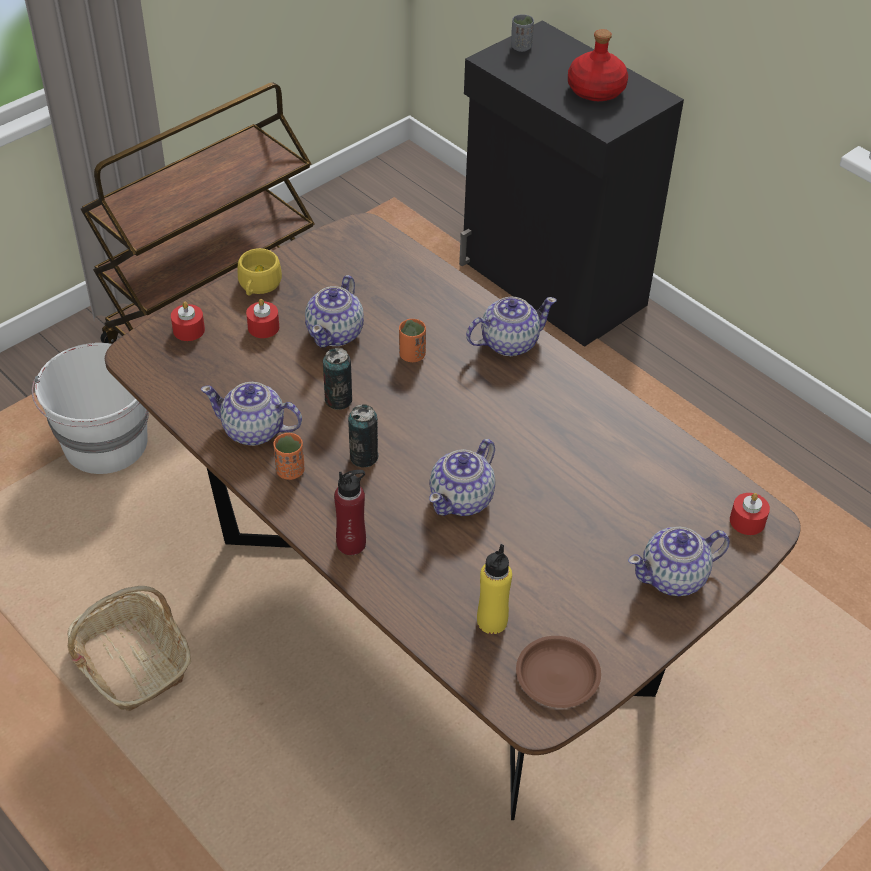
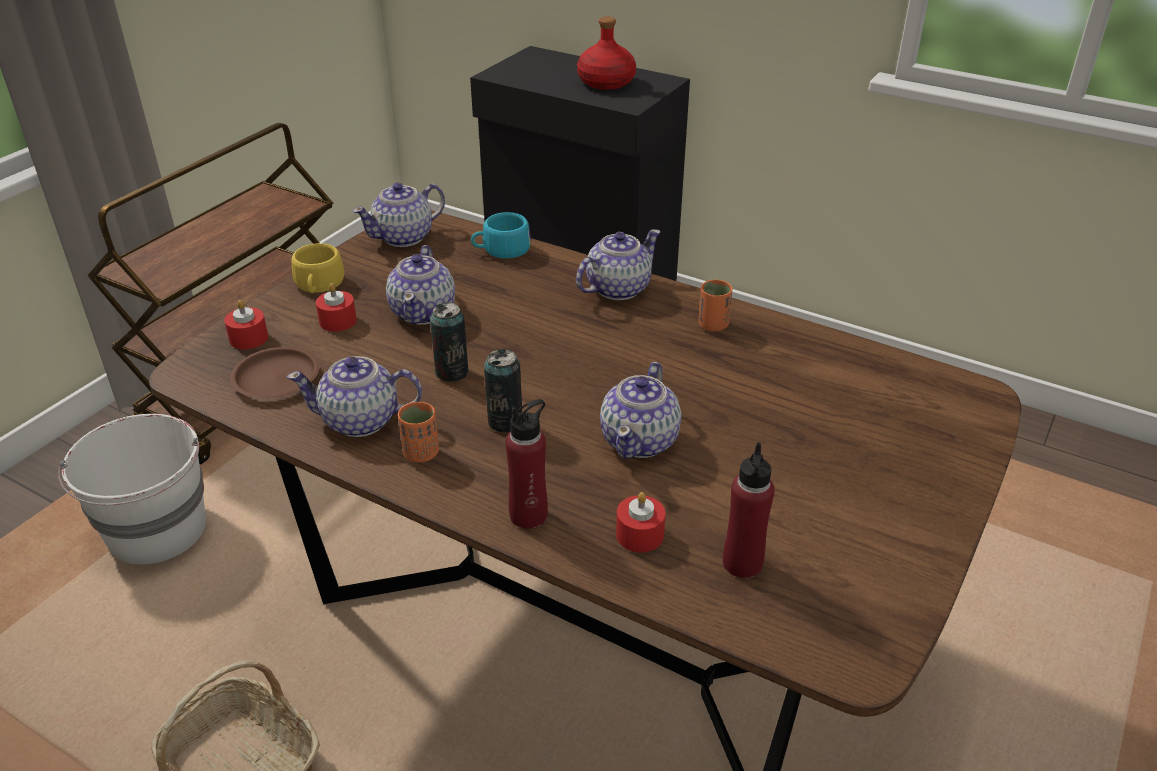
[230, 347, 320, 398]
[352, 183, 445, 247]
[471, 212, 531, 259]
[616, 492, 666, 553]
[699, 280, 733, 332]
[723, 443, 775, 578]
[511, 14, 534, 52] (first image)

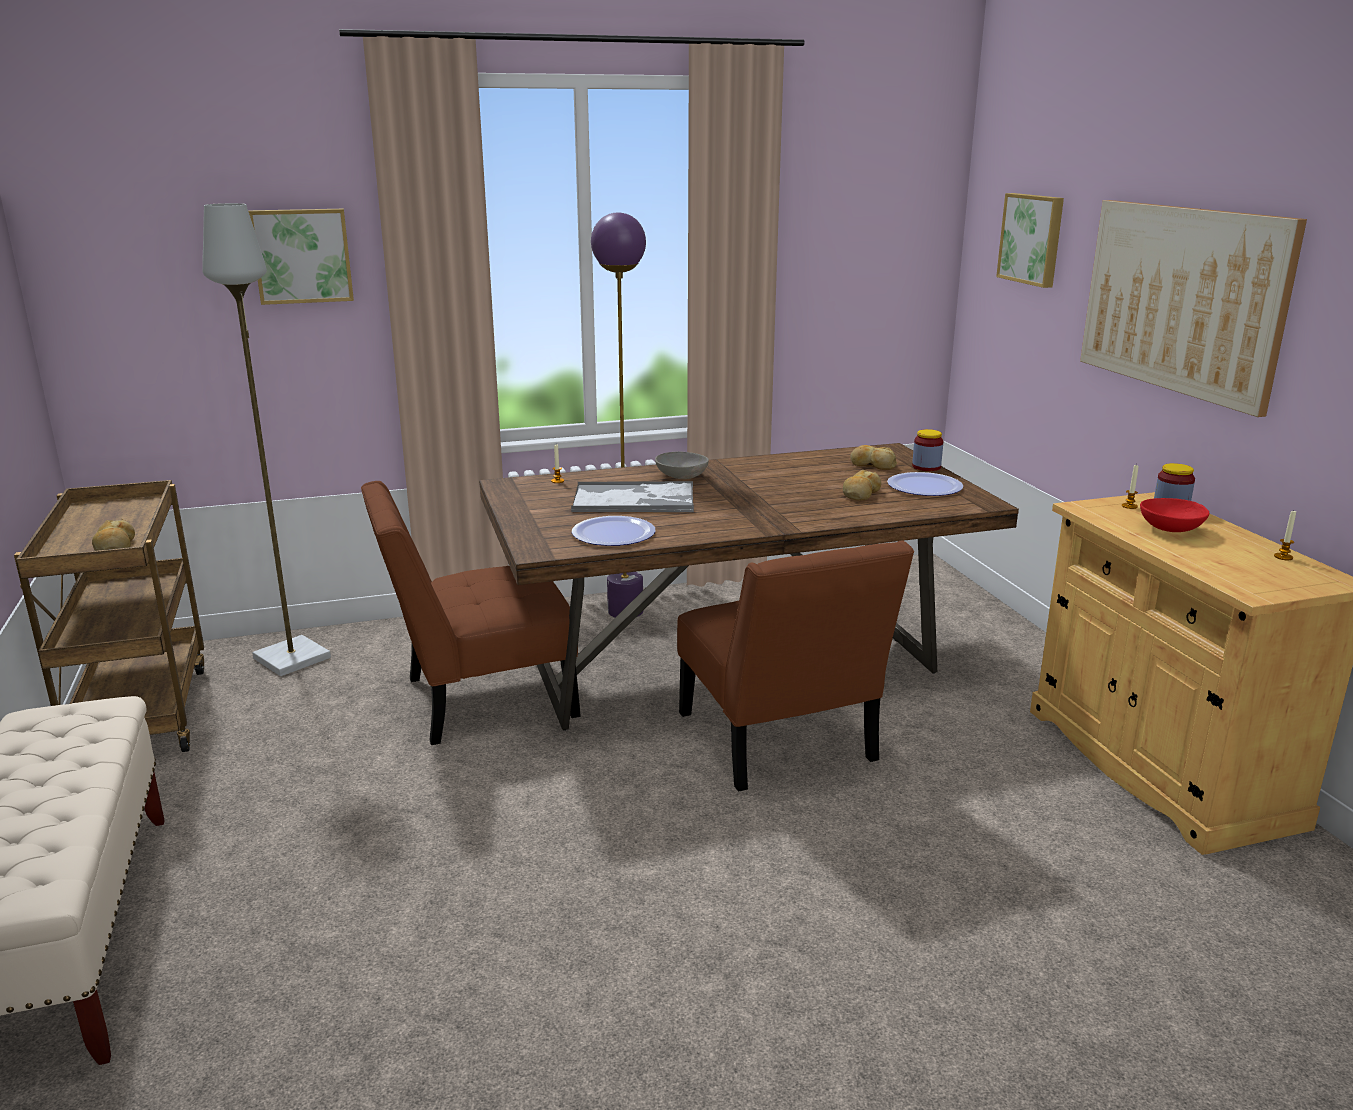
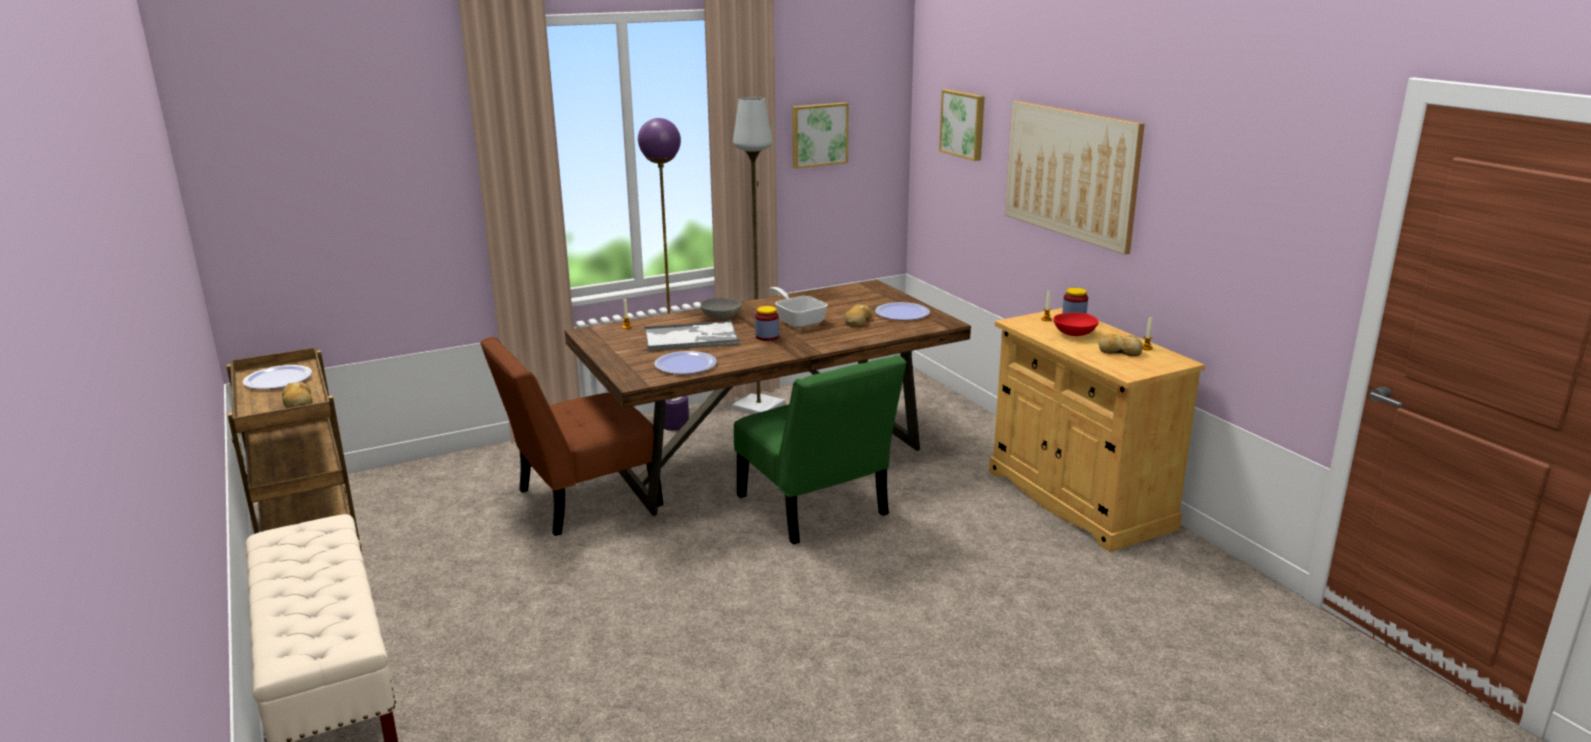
[243, 365, 312, 389]
[732, 97, 785, 414]
[734, 355, 907, 545]
[755, 306, 779, 341]
[769, 287, 828, 328]
[792, 102, 849, 169]
[1099, 334, 1143, 356]

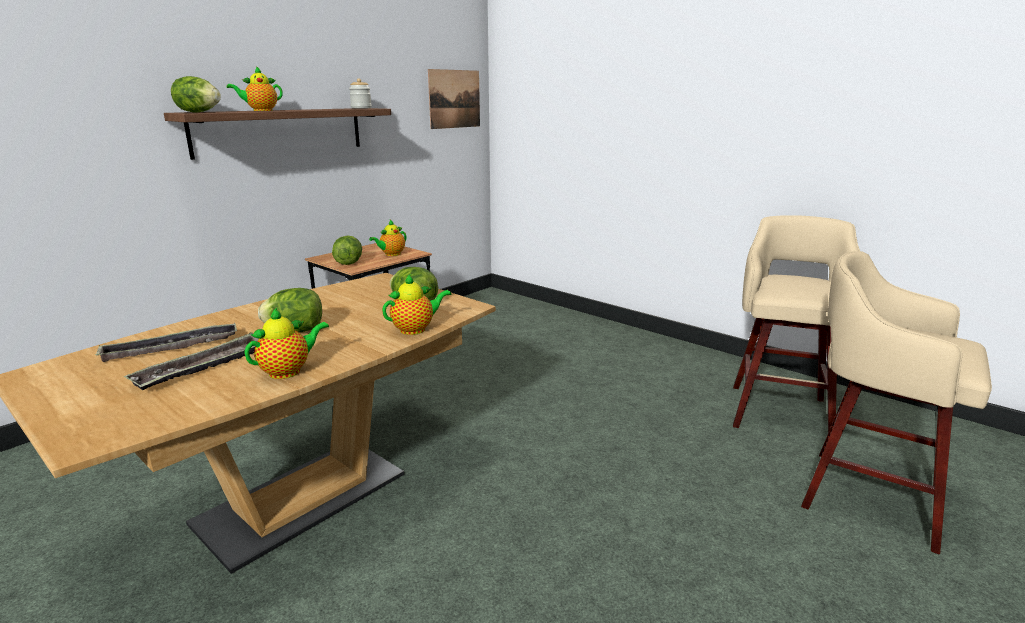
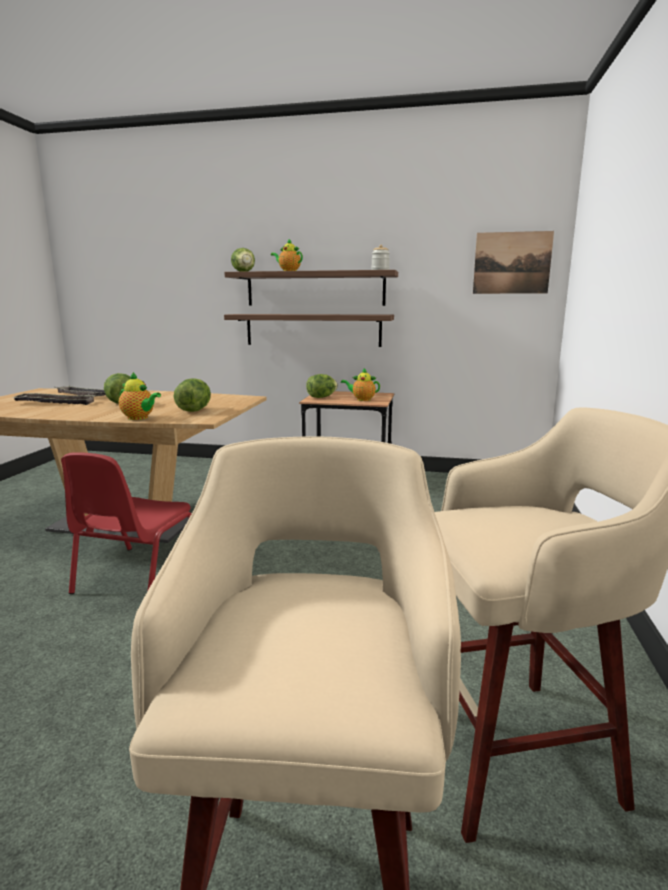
[61, 452, 192, 594]
[224, 314, 394, 347]
[244, 308, 329, 379] (first image)

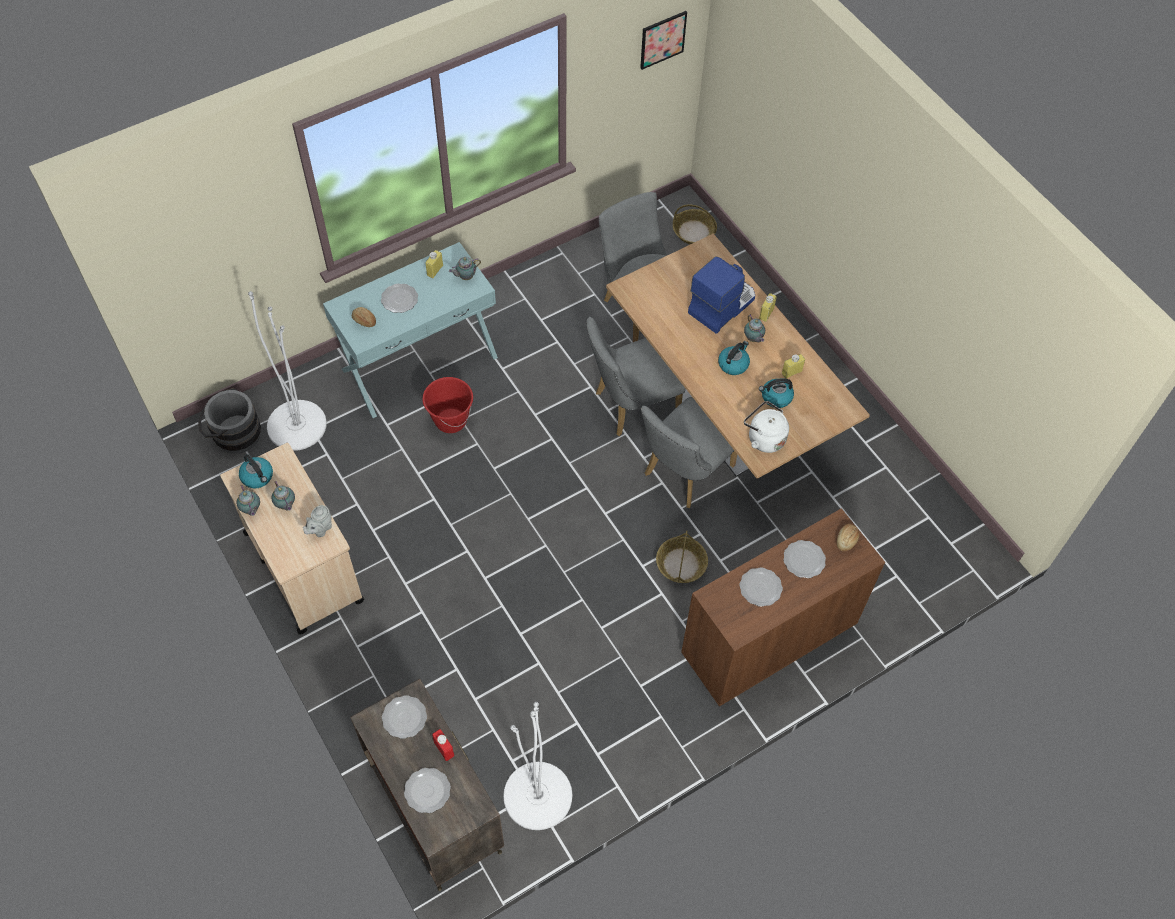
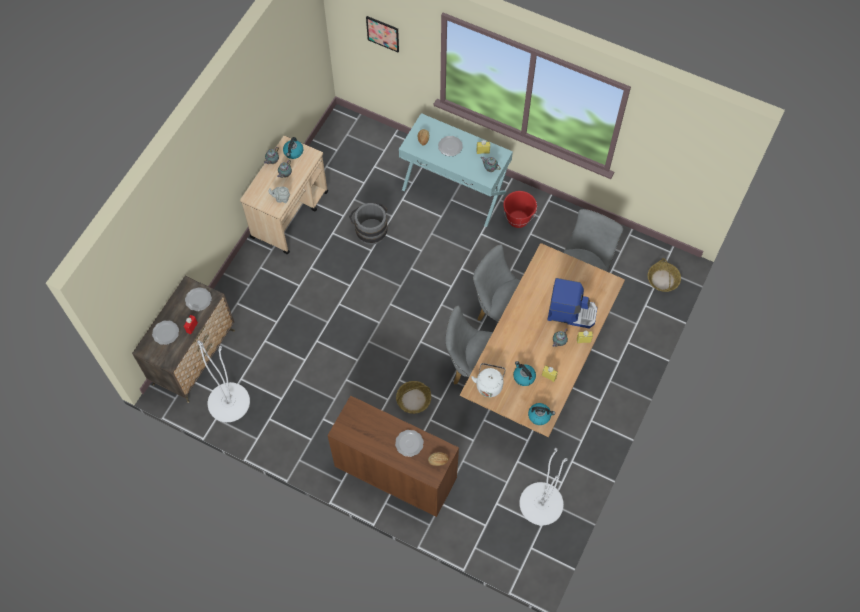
[349, 203, 388, 245]
[366, 16, 399, 52]
[503, 191, 537, 228]
[519, 448, 568, 525]
[528, 403, 555, 425]
[739, 567, 783, 607] (first image)

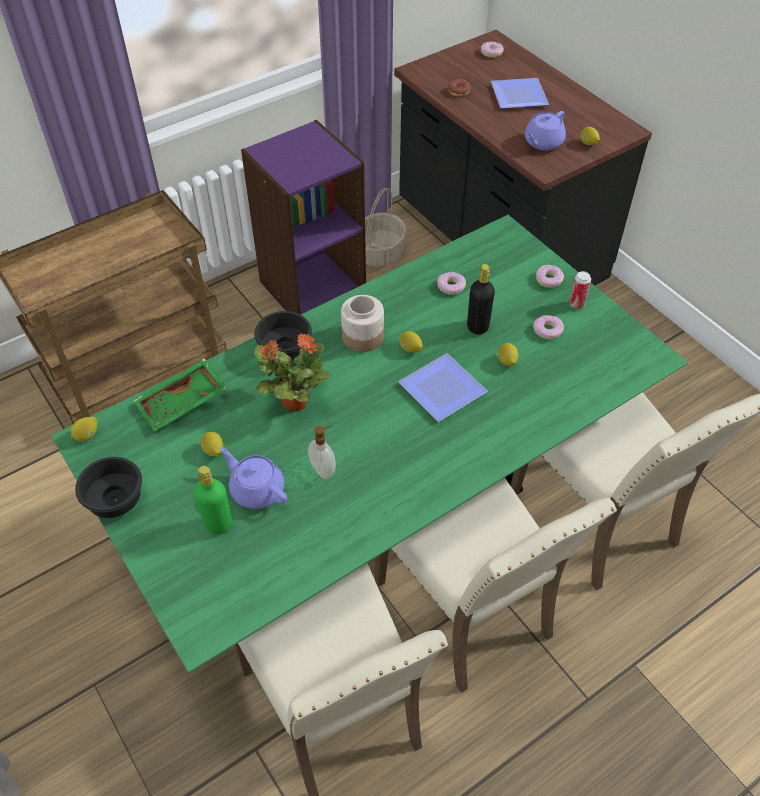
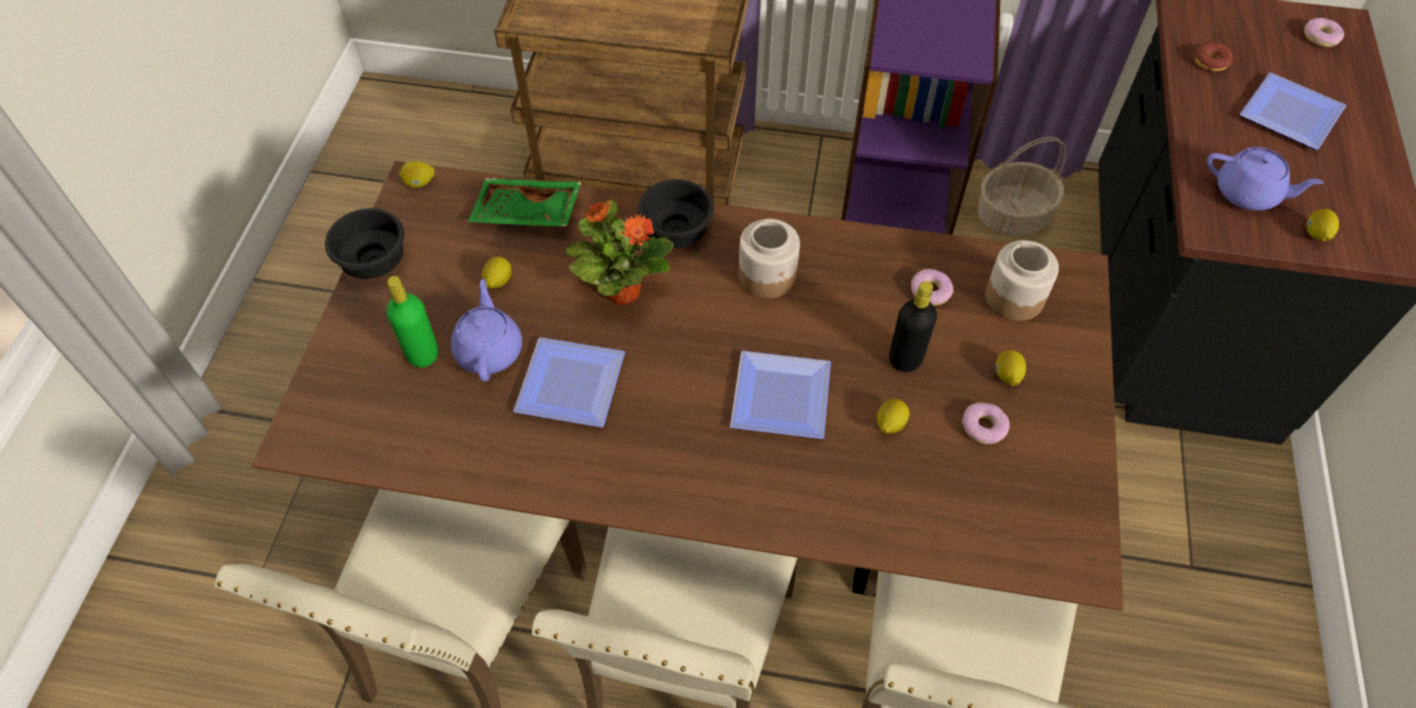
[251, 161, 1123, 611]
[513, 337, 625, 427]
[985, 240, 1059, 321]
[996, 350, 1026, 386]
[1207, 147, 1324, 211]
[536, 265, 564, 288] (first image)
[569, 271, 591, 309] (first image)

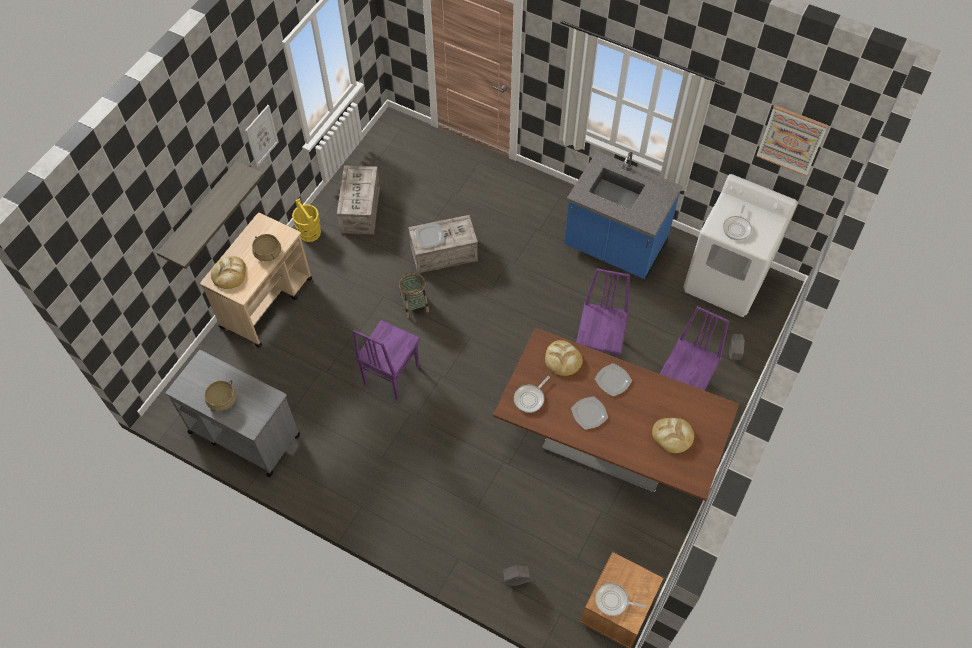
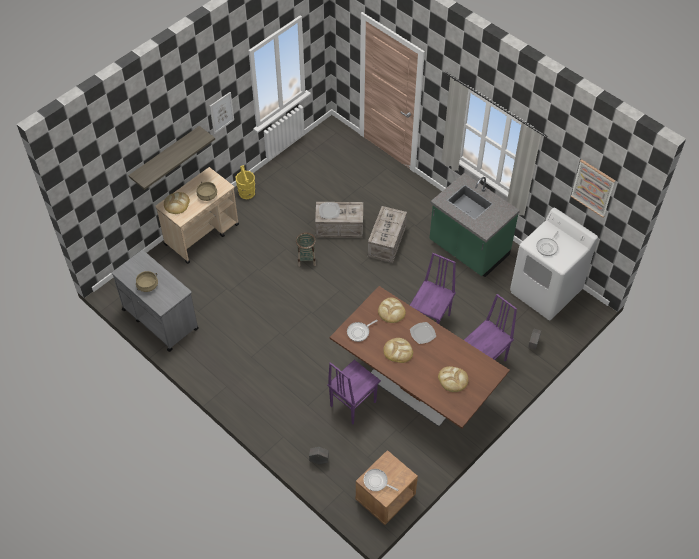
[327, 360, 381, 425]
[368, 206, 407, 263]
[383, 338, 413, 363]
[429, 173, 520, 277]

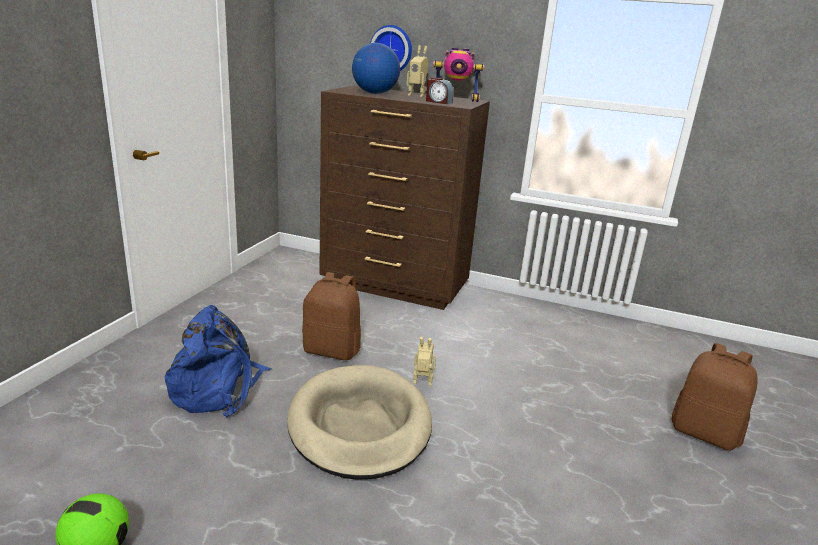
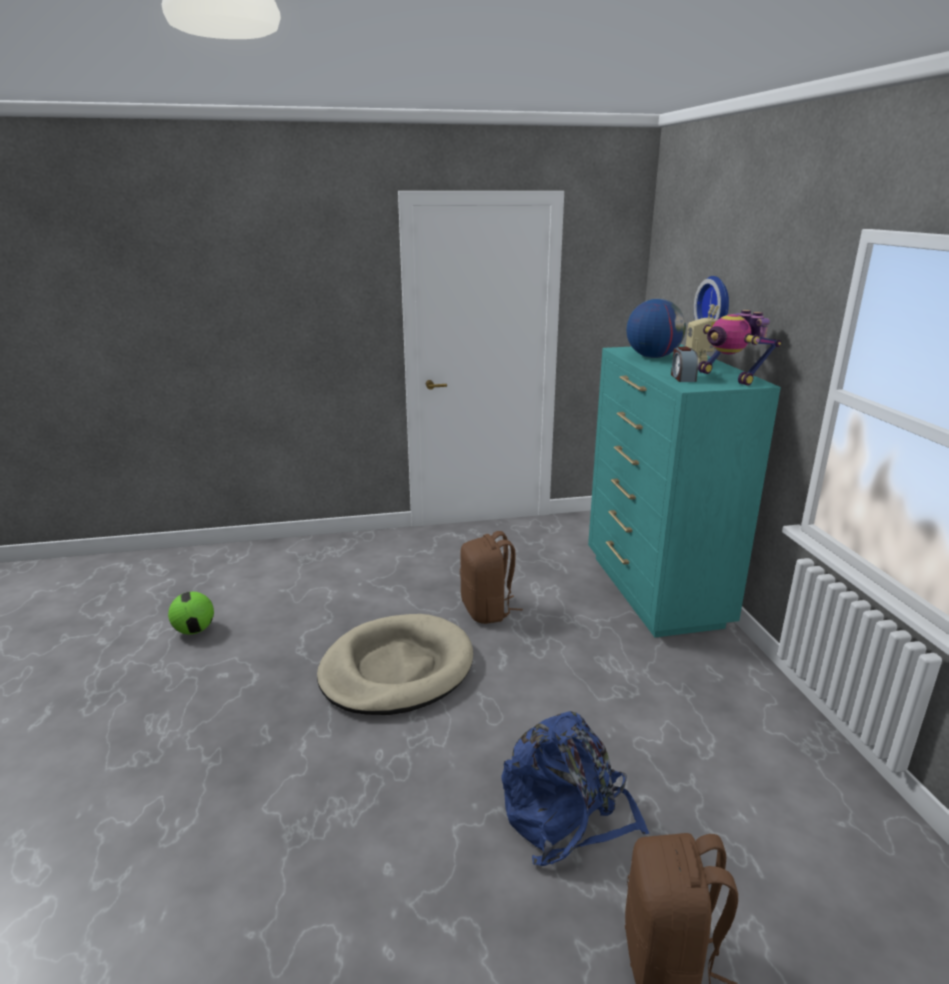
[501, 711, 650, 866]
[588, 344, 781, 637]
[413, 337, 436, 386] (first image)

